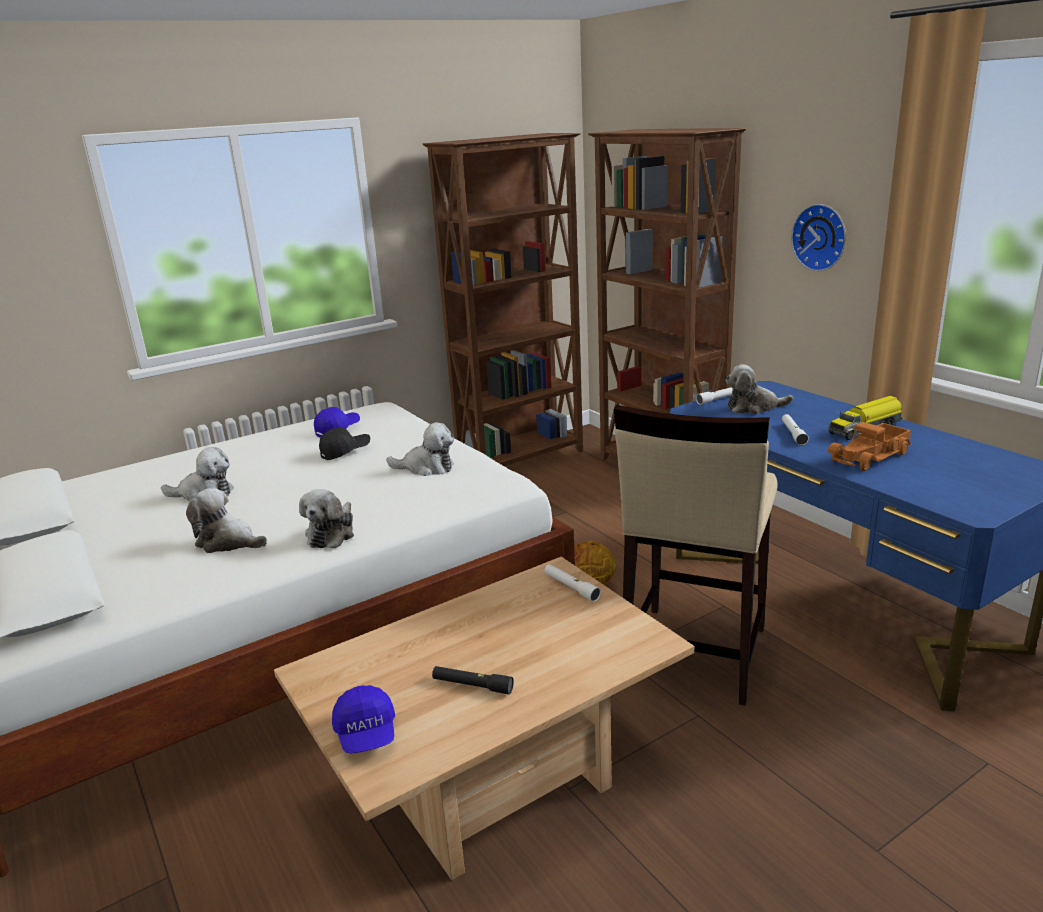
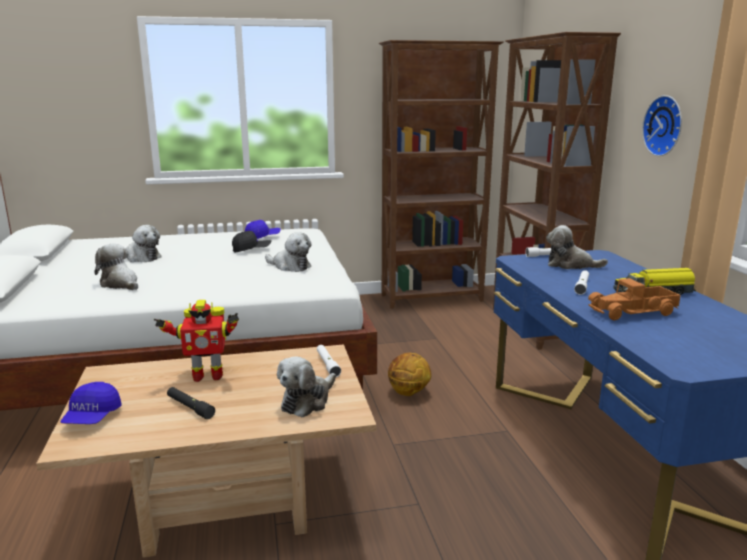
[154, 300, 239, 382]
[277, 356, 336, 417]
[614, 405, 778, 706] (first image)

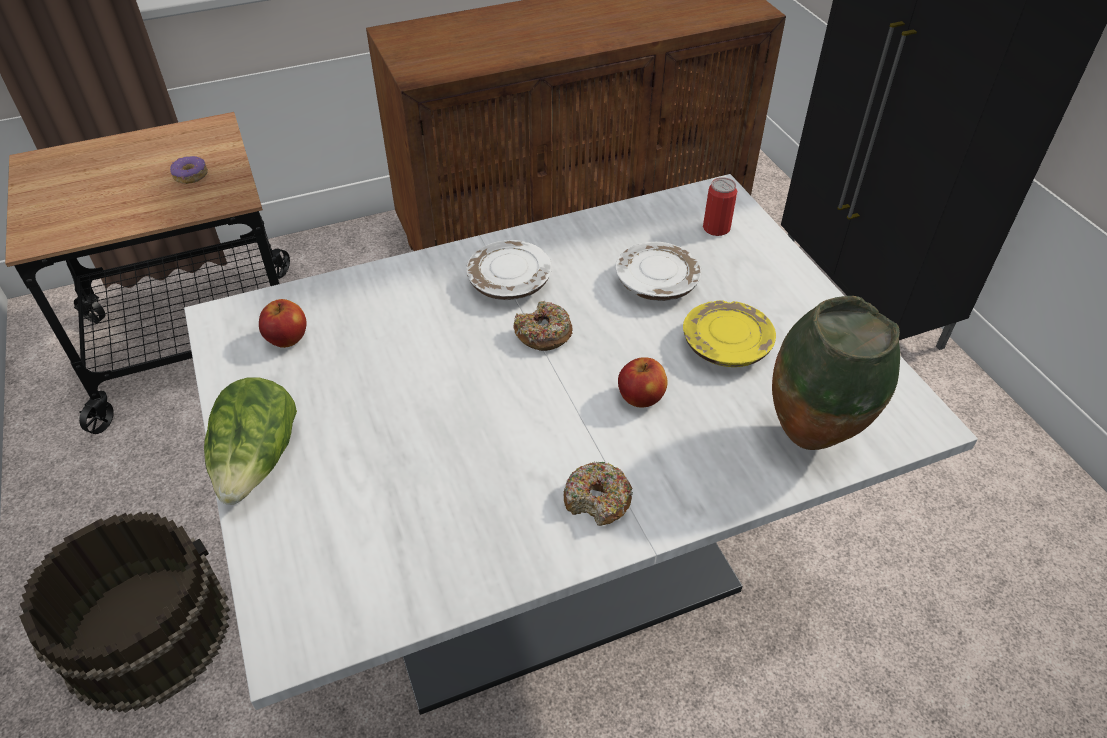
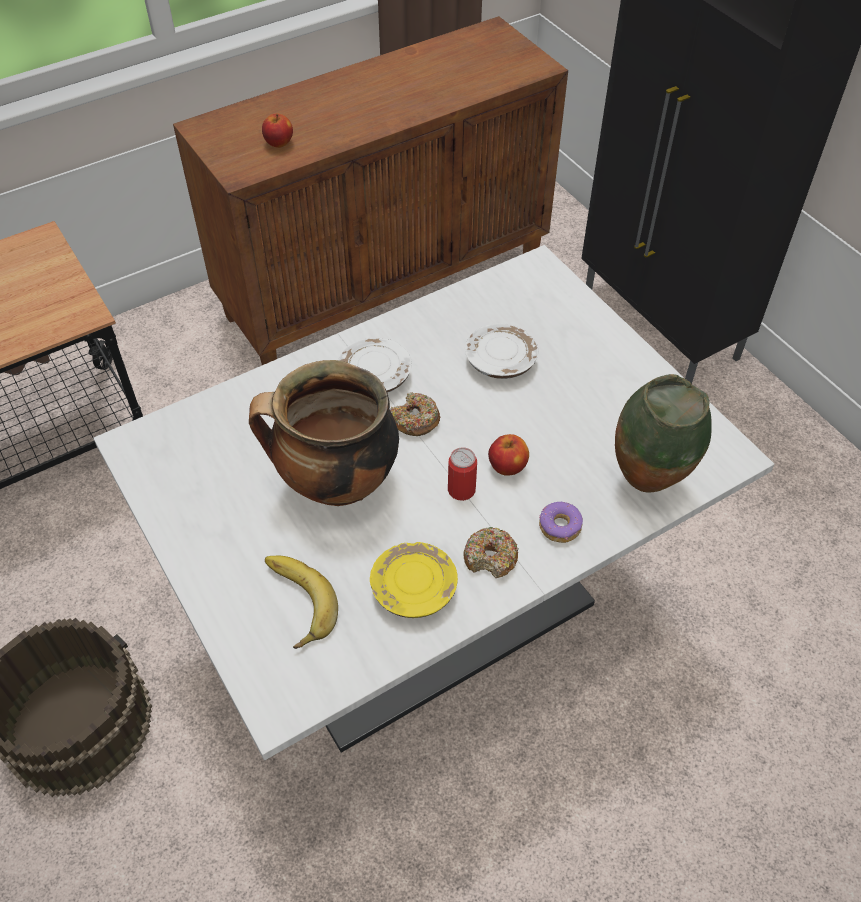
[249, 360, 399, 506]
[262, 114, 293, 148]
[265, 556, 338, 649]
[370, 542, 458, 618]
[448, 447, 477, 501]
[539, 502, 583, 543]
[204, 377, 297, 505] (first image)

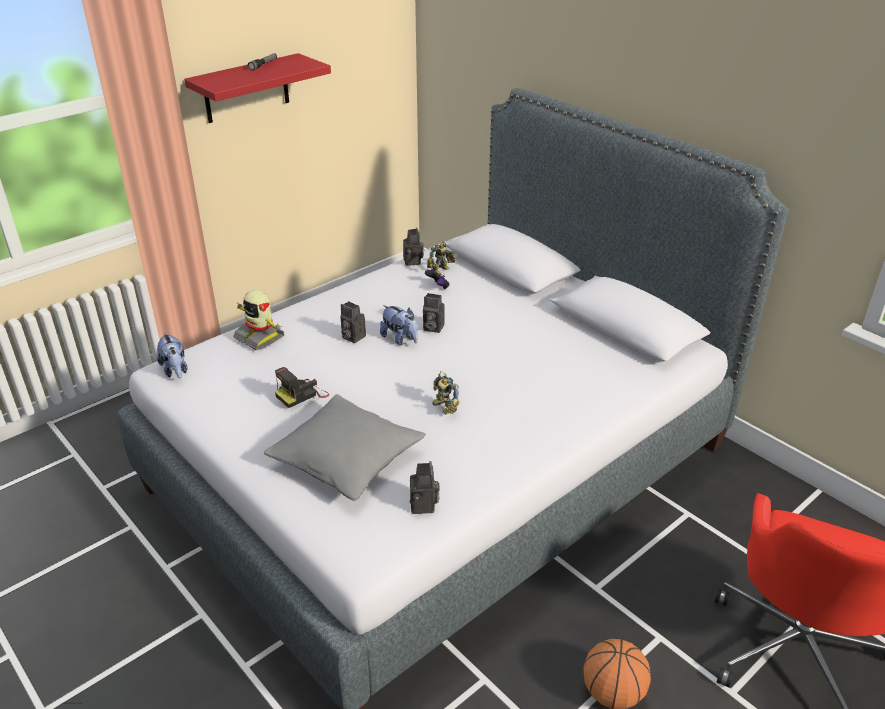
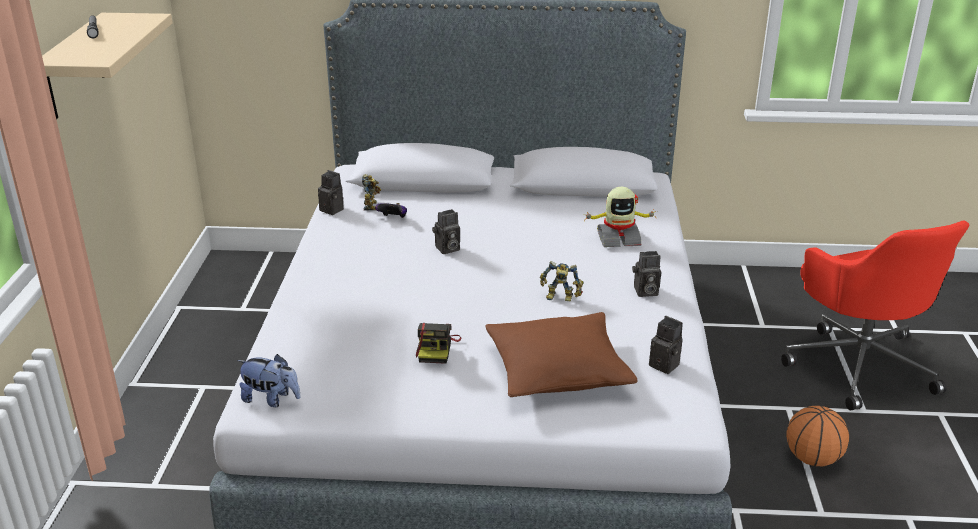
[42, 13, 173, 119]
[486, 312, 638, 397]
[583, 187, 657, 247]
[632, 251, 661, 297]
[380, 305, 418, 345] (first image)

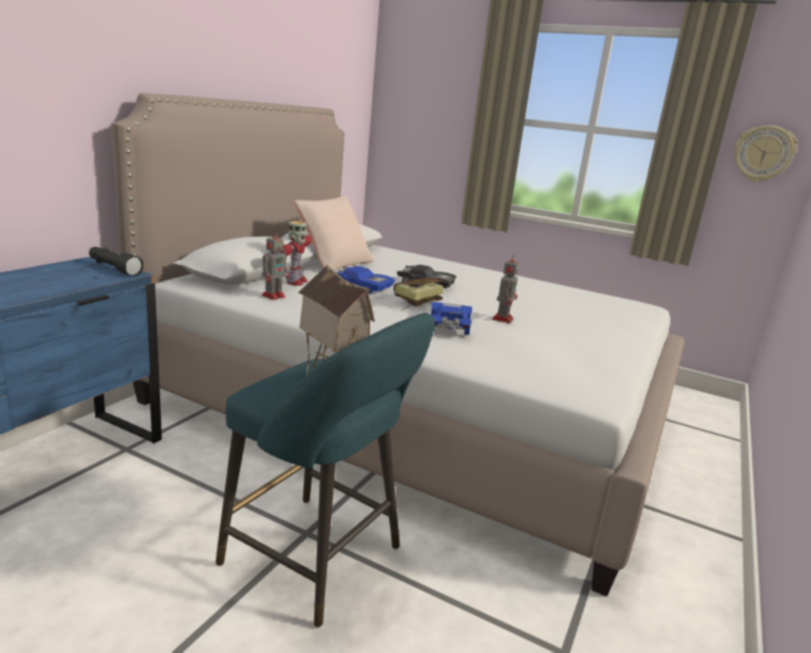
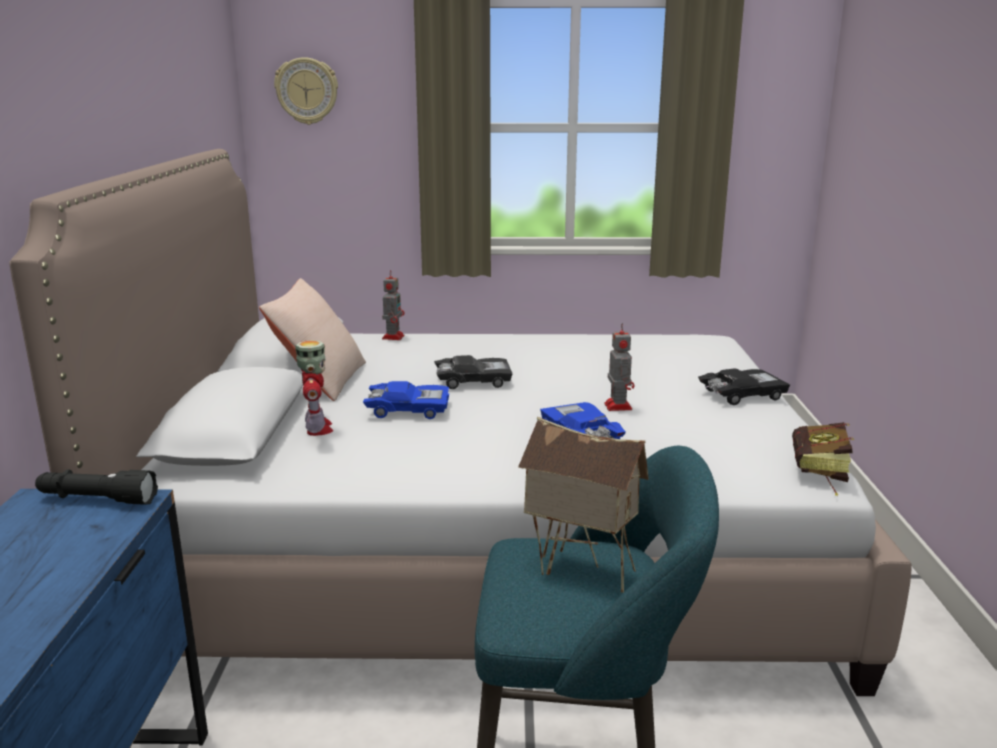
[274, 57, 338, 125]
[382, 270, 404, 340]
[698, 368, 790, 405]
[792, 422, 854, 496]

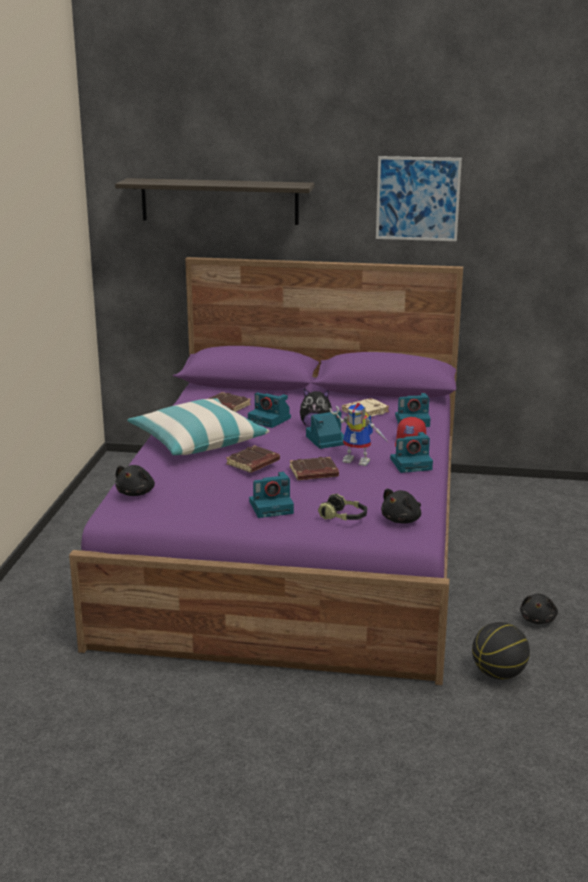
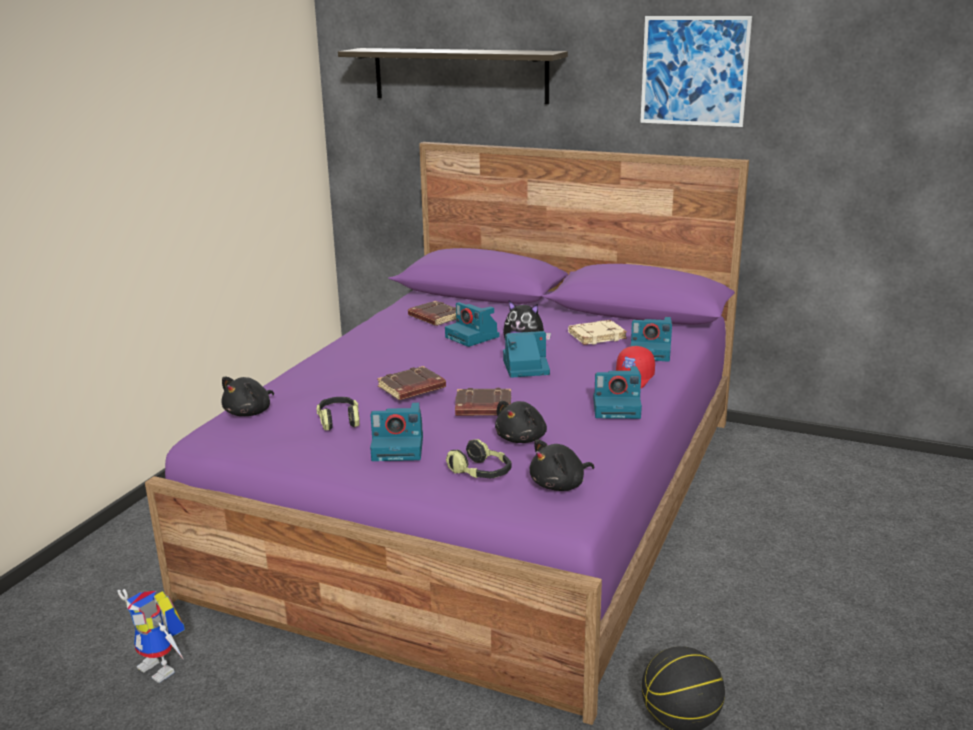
[117, 589, 185, 683]
[316, 397, 359, 430]
[495, 401, 547, 443]
[127, 398, 269, 455] (first image)

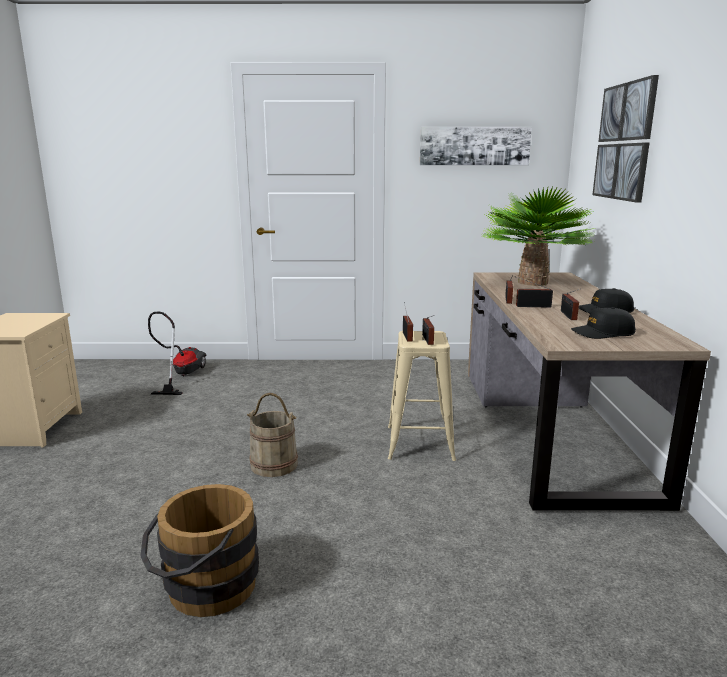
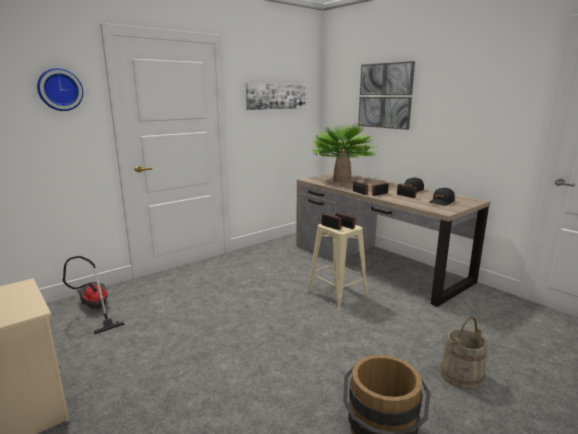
[37, 68, 83, 111]
[440, 317, 487, 390]

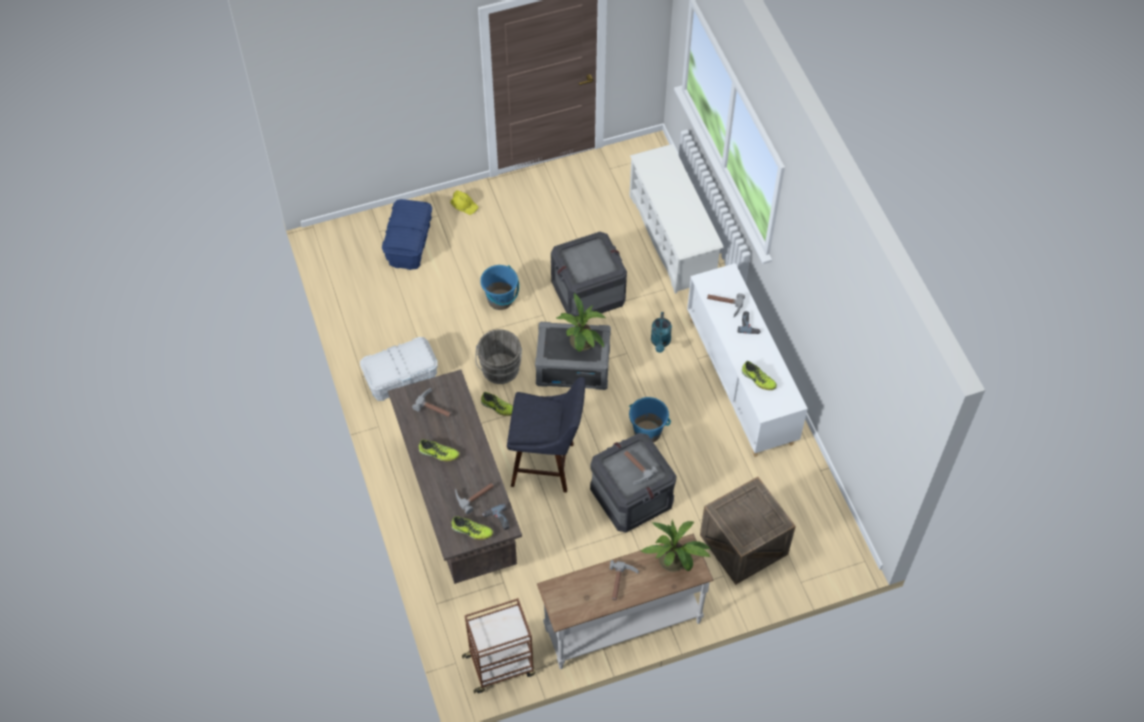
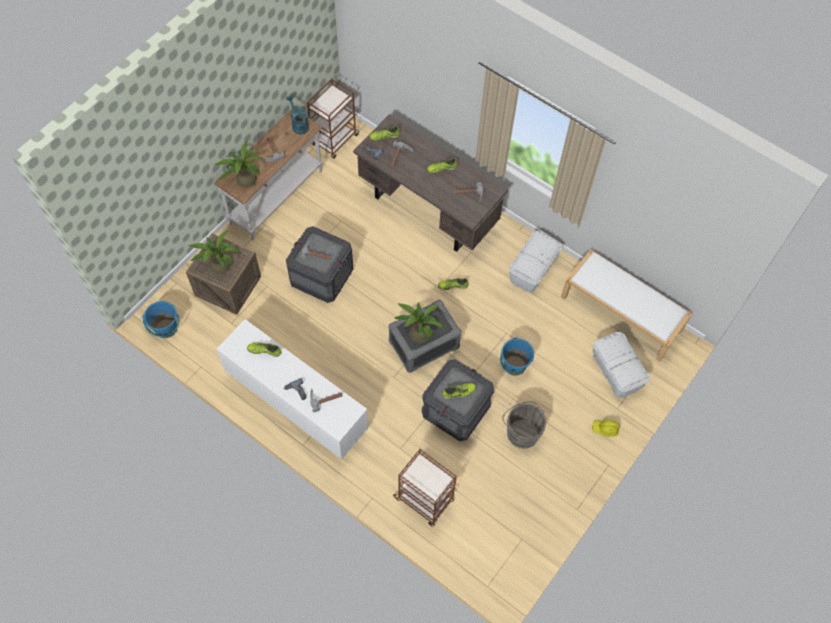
[142, 301, 179, 338]
[189, 231, 241, 275]
[286, 95, 309, 134]
[393, 449, 457, 527]
[443, 383, 476, 399]
[502, 401, 546, 449]
[561, 249, 692, 362]
[593, 332, 650, 398]
[507, 377, 585, 493] (first image)

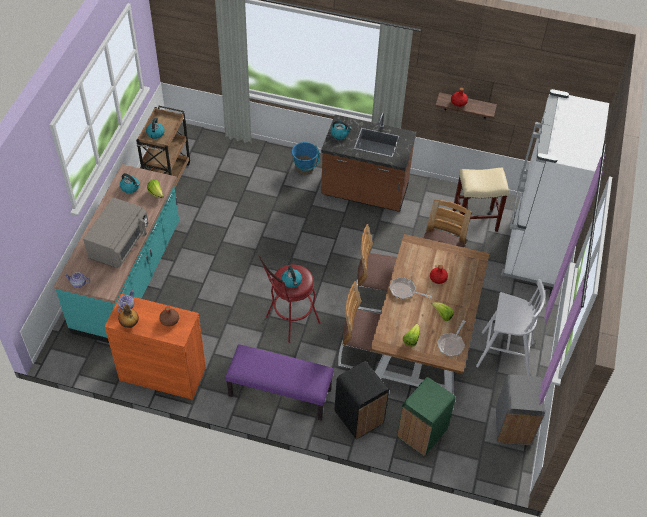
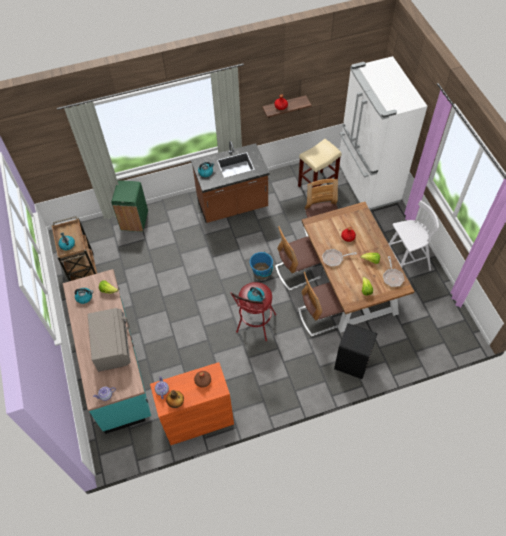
[111, 180, 148, 232]
[250, 251, 273, 280]
[225, 344, 334, 420] (first image)
[496, 375, 545, 445] (first image)

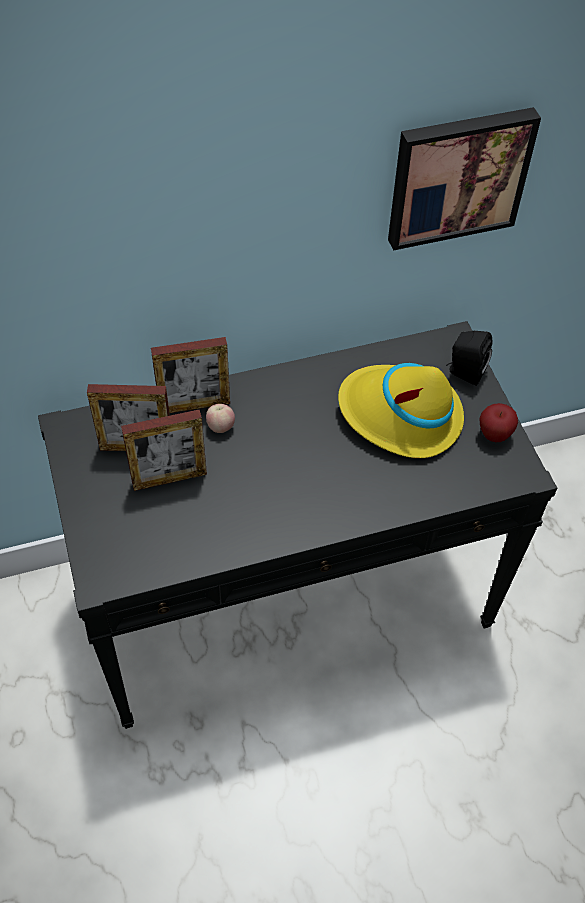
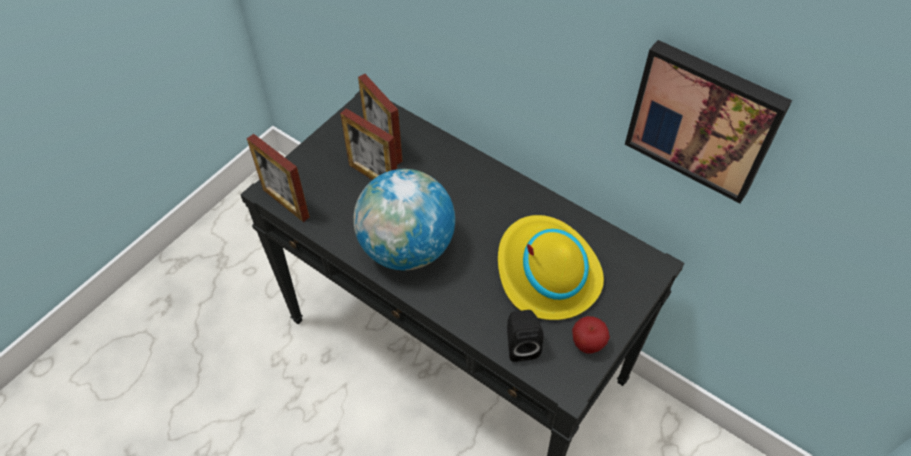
[247, 134, 309, 222]
[353, 169, 455, 270]
[507, 310, 544, 362]
[206, 404, 235, 433] (first image)

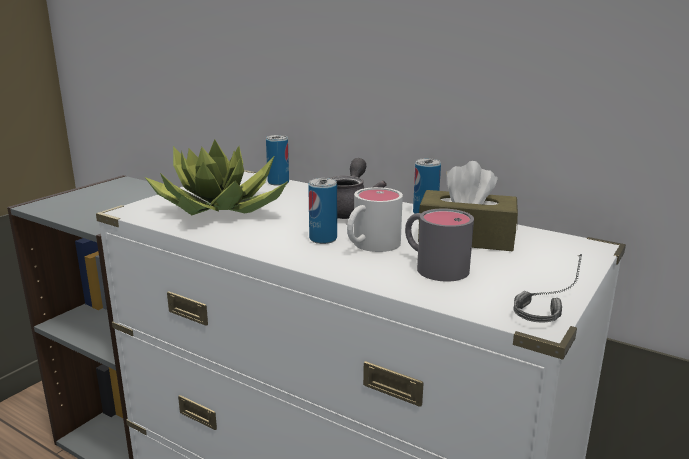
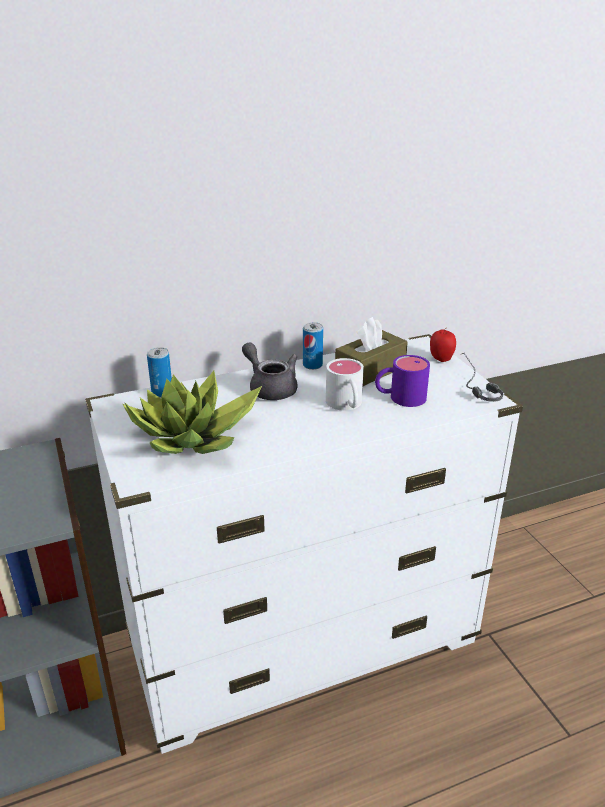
[375, 355, 430, 407]
[430, 328, 456, 362]
[308, 178, 337, 244] (first image)

